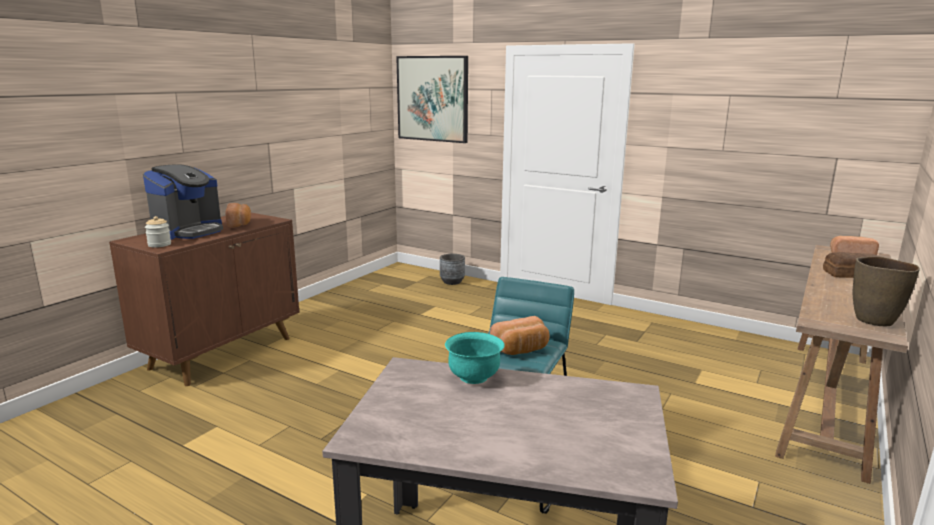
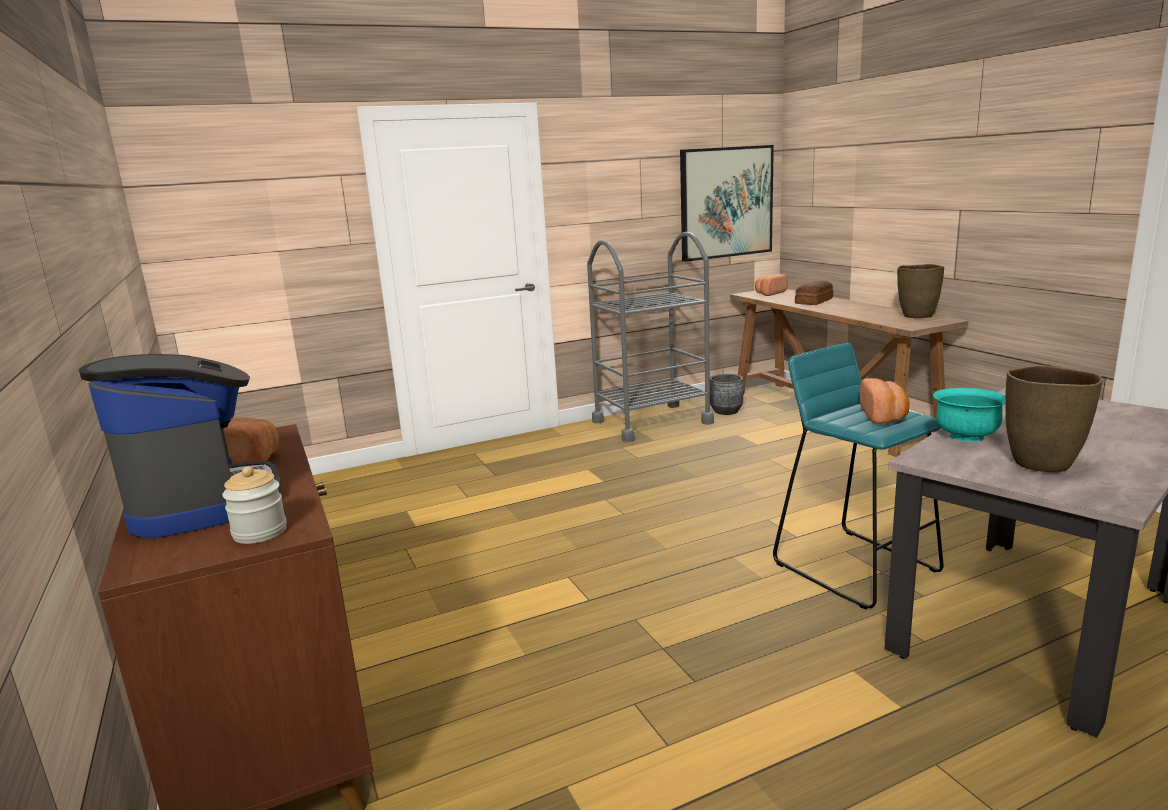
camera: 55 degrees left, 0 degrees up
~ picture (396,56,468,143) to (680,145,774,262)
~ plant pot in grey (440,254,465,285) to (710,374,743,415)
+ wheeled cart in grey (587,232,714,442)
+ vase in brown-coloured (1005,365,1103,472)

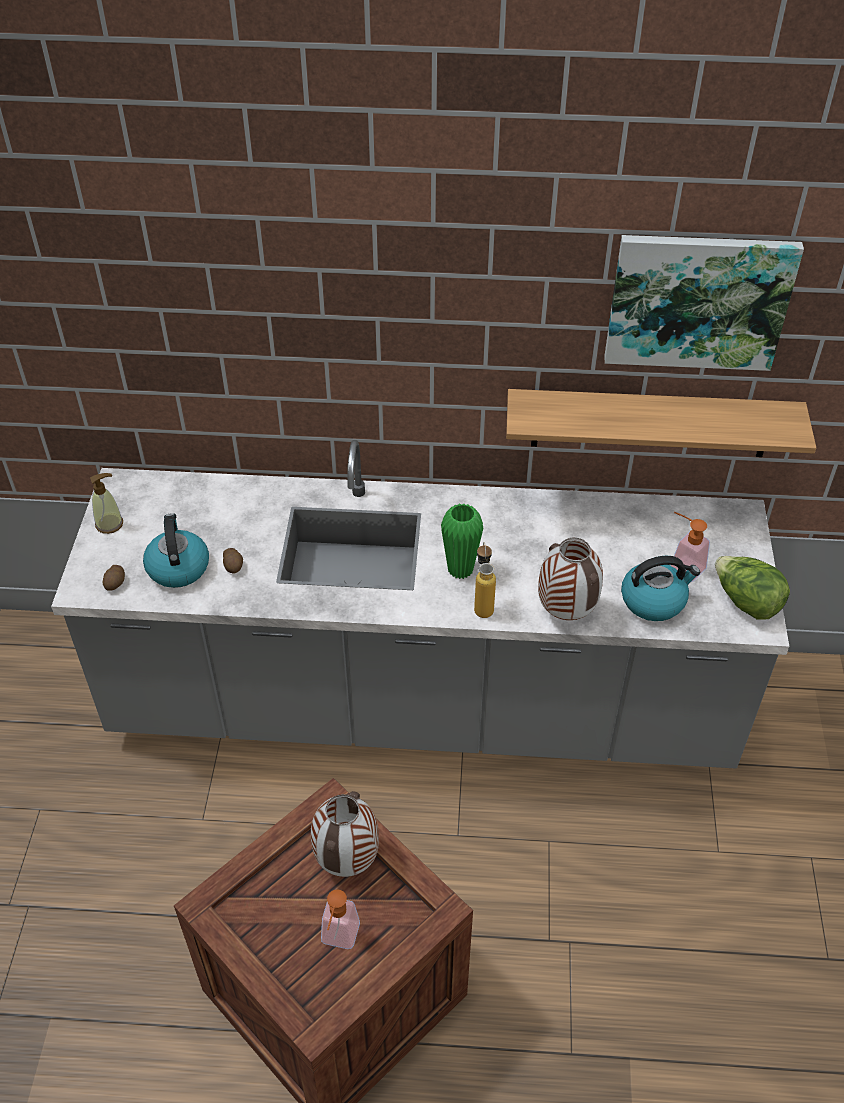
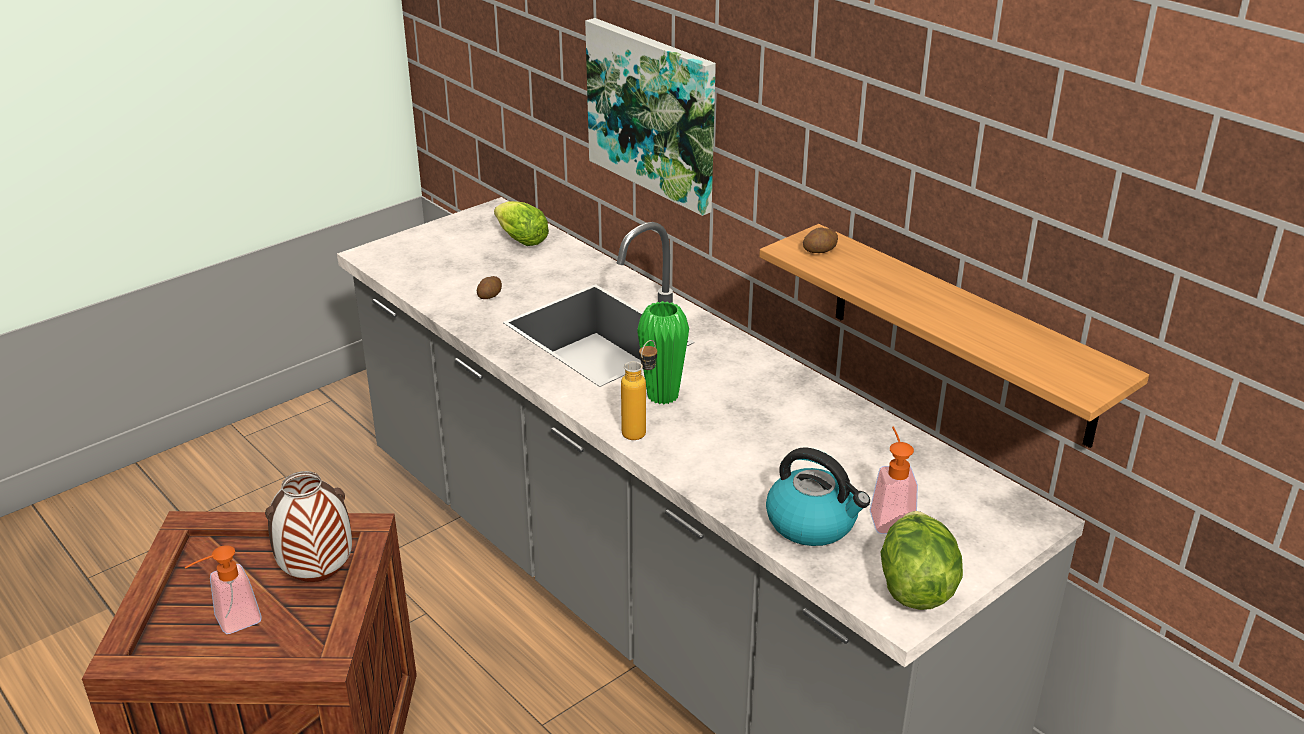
camera: 45 degrees right, 15 degrees down
- liquid soap bottle (90,473,123,534)
~ potato (103,565,125,591) to (803,228,838,253)
- water kettle (143,513,209,588)
- vase (538,538,603,620)
~ picture (604,235,804,371) to (585,18,716,216)
+ lettuce (494,201,549,246)

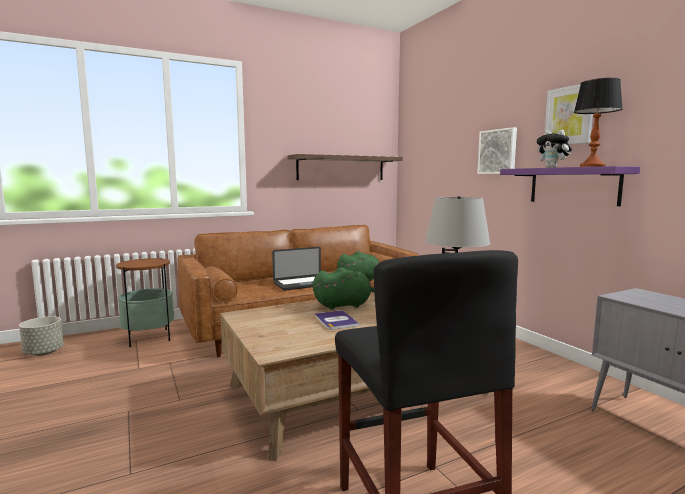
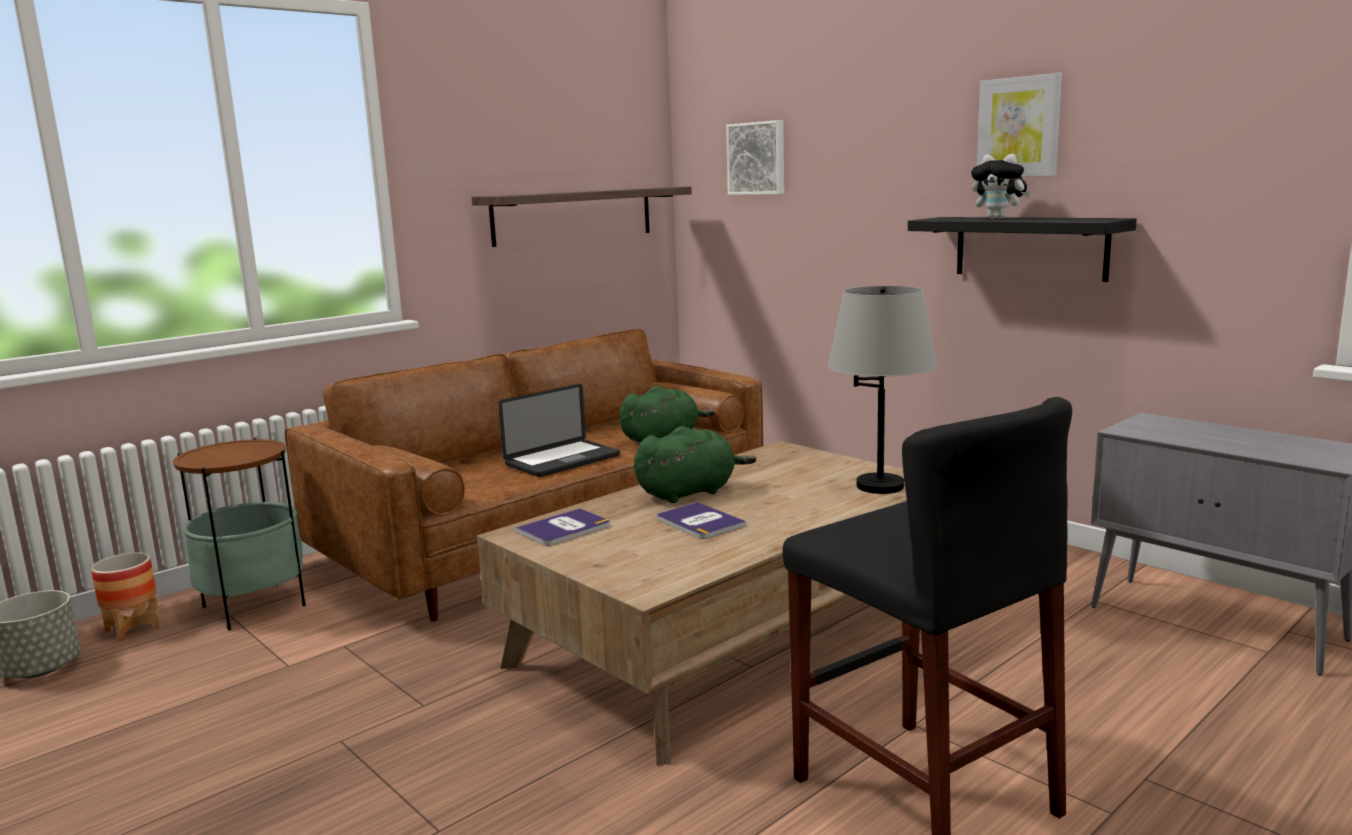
camera: 15 degrees left, 5 degrees up
~ picture (477,127,517,174) to (726,120,784,195)
~ wall shelf in purple (500,166,640,206) to wall shelf in blackish (908,217,1137,282)
- tabletop lamp (574,78,623,167)
+ plant pot (91,552,161,641)
+ book (516,508,610,546)

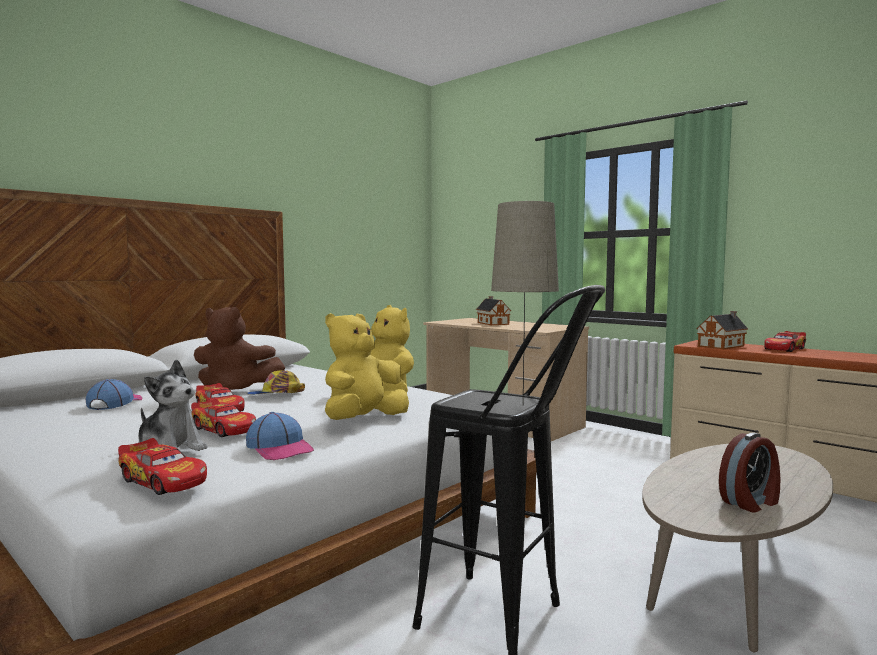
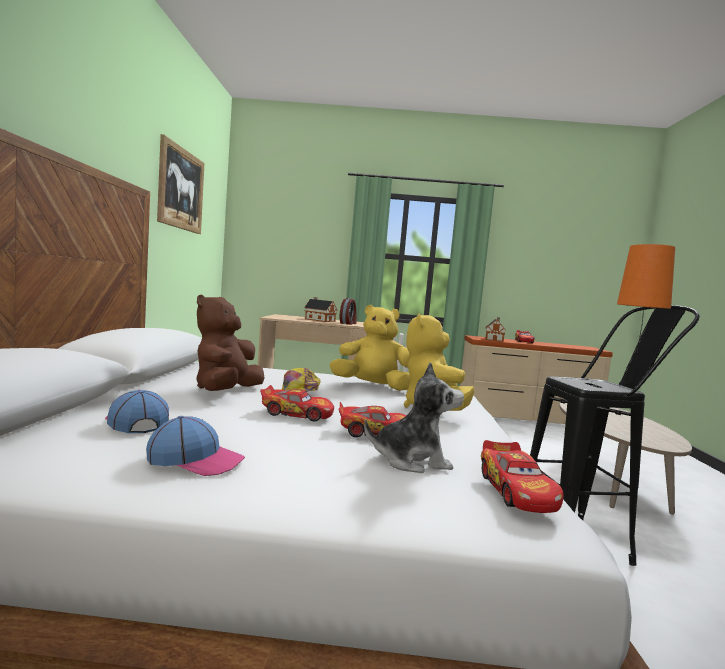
camera: 40 degrees left, 0 degrees up
~ toy car (118,438,207,495) = (481,440,563,513) 90 degrees clockwise
~ soft toy in brown-coloured (194,307,285,390) = (197,294,264,391) 135 degrees clockwise
~ peaked cap (246,412,314,460) to (146,416,245,476)
~ tabletop lamp in sand-coloured (491,201,559,398) to tabletop lamp in orangey (617,244,675,386)
~ bedside clock (719,433,780,513) to (340,298,357,325)
+ picture (157,134,204,234)

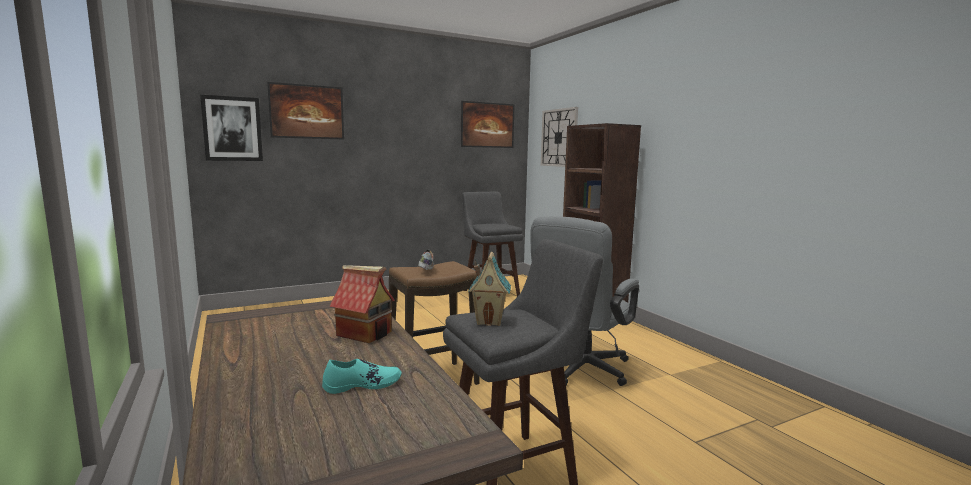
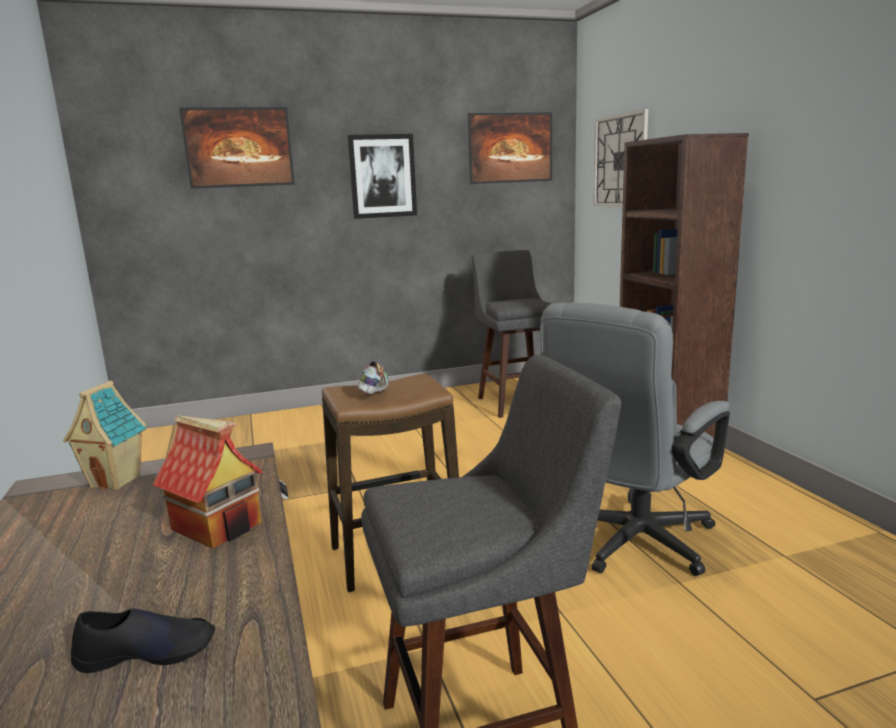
camera: 10 degrees right, 5 degrees up
~ picture (200,95,263,161) to (347,134,417,219)
~ low shoe in turquoise (322,359,402,394) to low shoe in blackish (71,608,215,673)
~ model house (468,252,511,326) to (63,381,147,490)

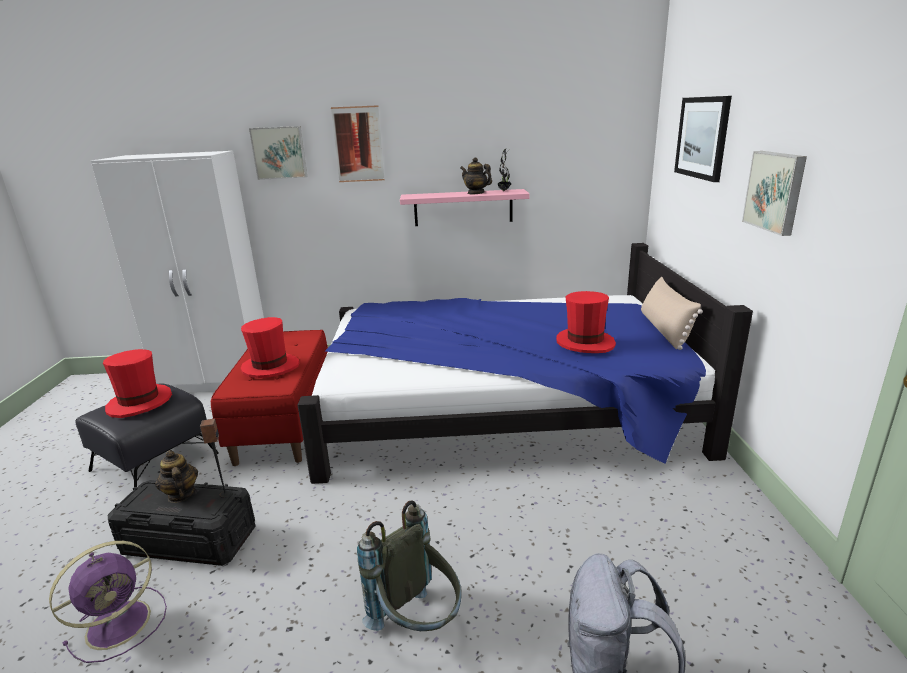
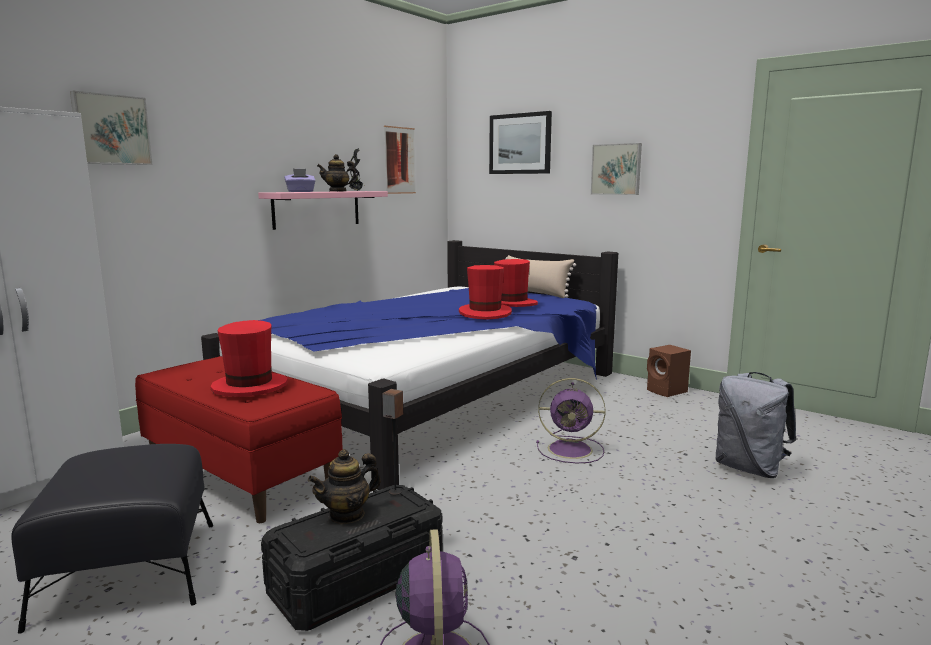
camera: 50 degrees left, 10 degrees down
~ wearable hat in red-coloured (103,349,172,418) to (459,265,512,320)
~ pot for tea (155,450,198,503) = (308,449,381,524) 45 degrees counterclockwise
~ picture (331,105,385,182) to (384,126,416,194)
- backpack in grey (357,500,461,631)
+ tissue holder in purple (284,169,315,192)
+ fan in purple (536,378,606,463)
+ audio speaker in brown-coloured (647,345,691,397)

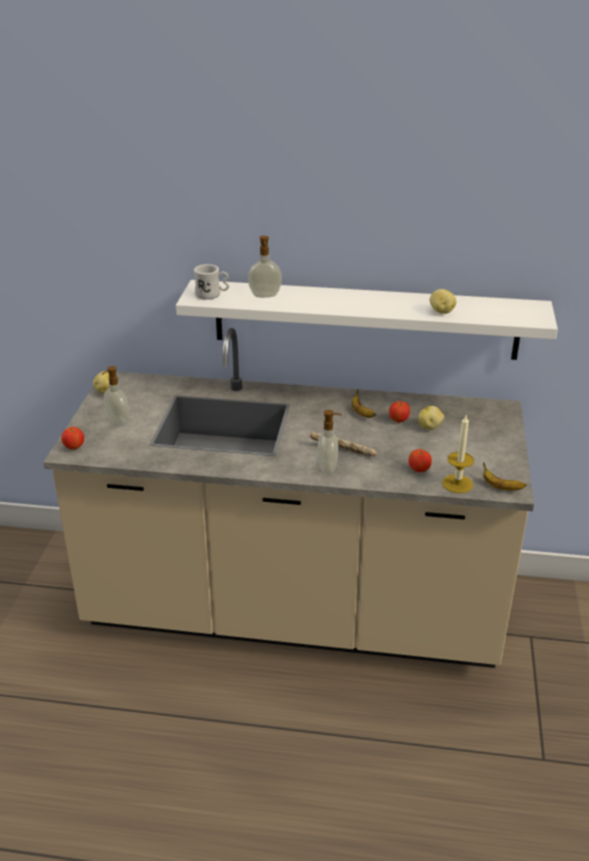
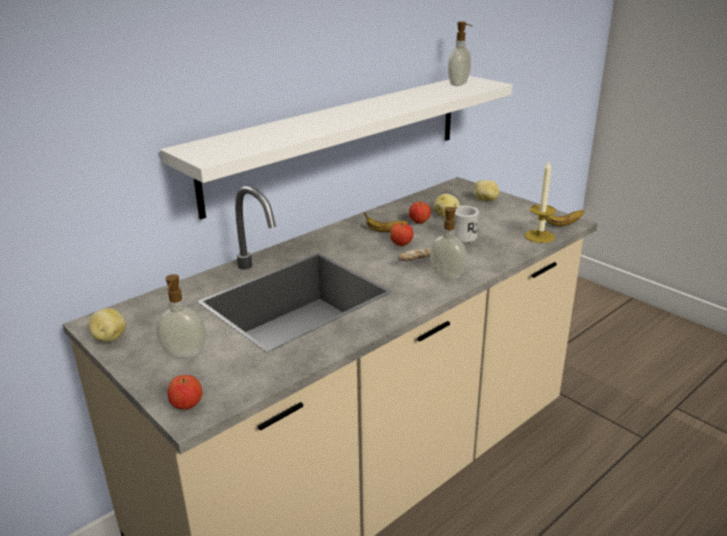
camera: 50 degrees left, 5 degrees down
~ coffee mug in white-coloured (194,264,229,300) to (454,206,479,243)
~ liquid soap bottle (248,236,282,298) to (448,22,472,86)
~ apple fruit (409,449,432,472) to (390,223,413,246)
~ potato (430,289,456,314) to (473,180,499,201)

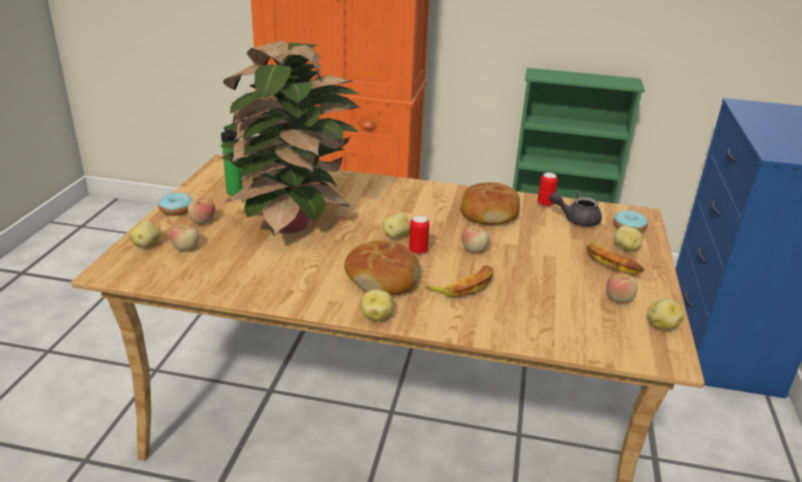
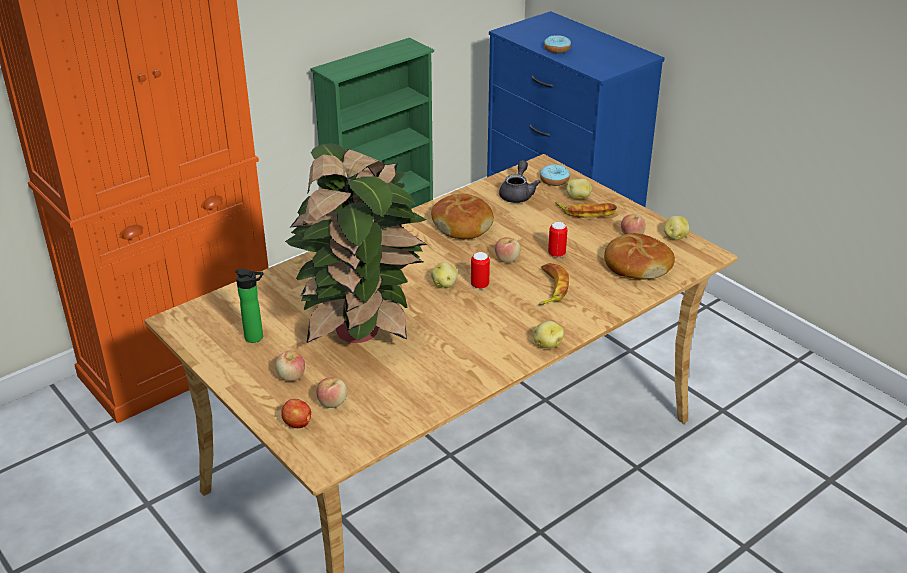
camera: 50 degrees left, 5 degrees up
~ potato (129,221,161,248) to apple fruit (281,399,311,428)
~ doughnut (158,192,193,216) to (544,35,571,53)
~ bread (344,240,420,295) to (604,233,675,280)
~ sealed can (537,173,558,207) to (548,222,567,258)
~ pot for tea in grey (550,191,602,227) = (499,160,540,203) 150 degrees clockwise

